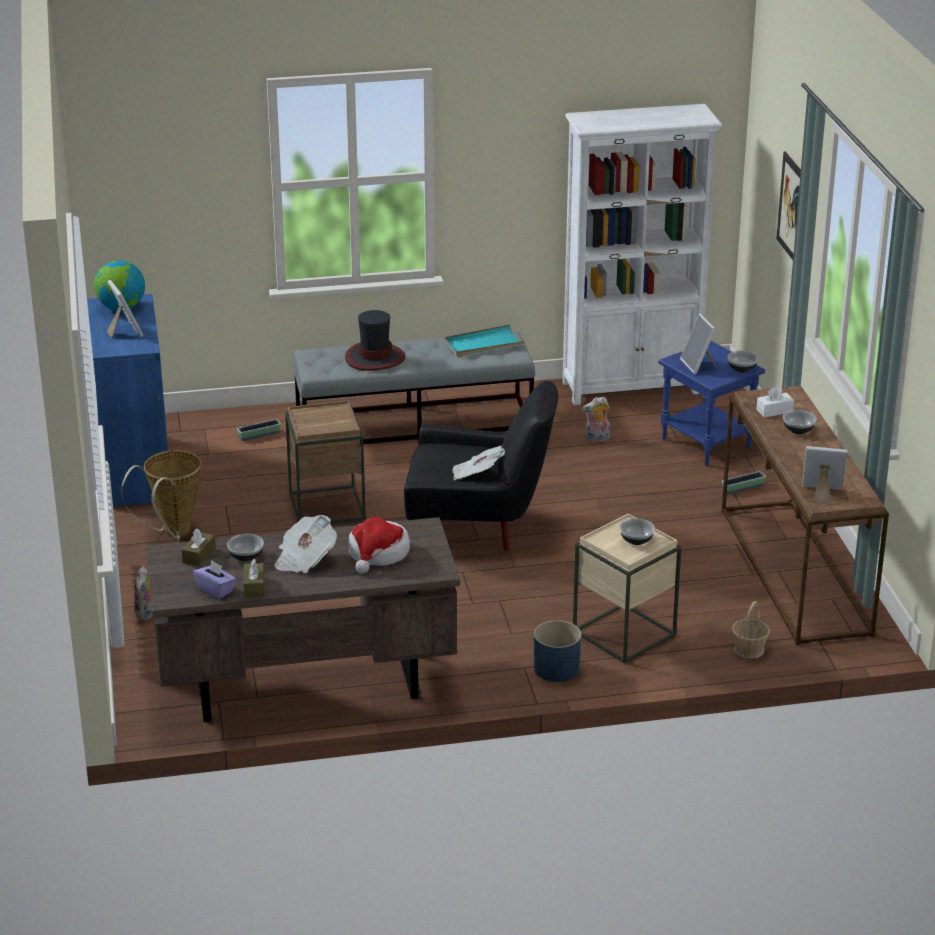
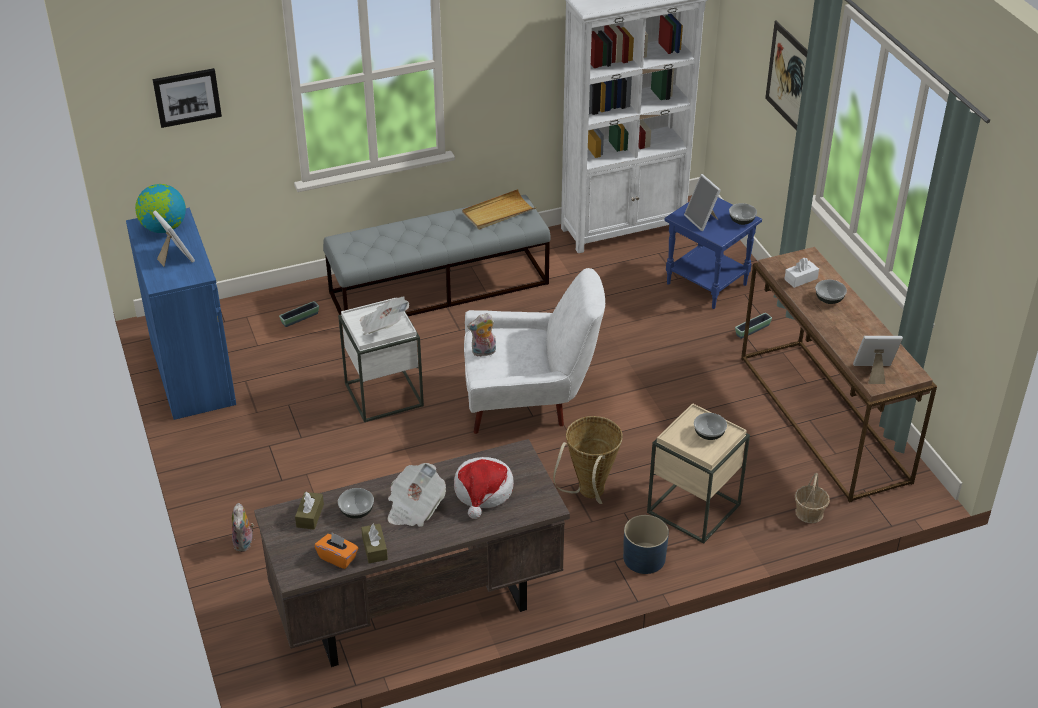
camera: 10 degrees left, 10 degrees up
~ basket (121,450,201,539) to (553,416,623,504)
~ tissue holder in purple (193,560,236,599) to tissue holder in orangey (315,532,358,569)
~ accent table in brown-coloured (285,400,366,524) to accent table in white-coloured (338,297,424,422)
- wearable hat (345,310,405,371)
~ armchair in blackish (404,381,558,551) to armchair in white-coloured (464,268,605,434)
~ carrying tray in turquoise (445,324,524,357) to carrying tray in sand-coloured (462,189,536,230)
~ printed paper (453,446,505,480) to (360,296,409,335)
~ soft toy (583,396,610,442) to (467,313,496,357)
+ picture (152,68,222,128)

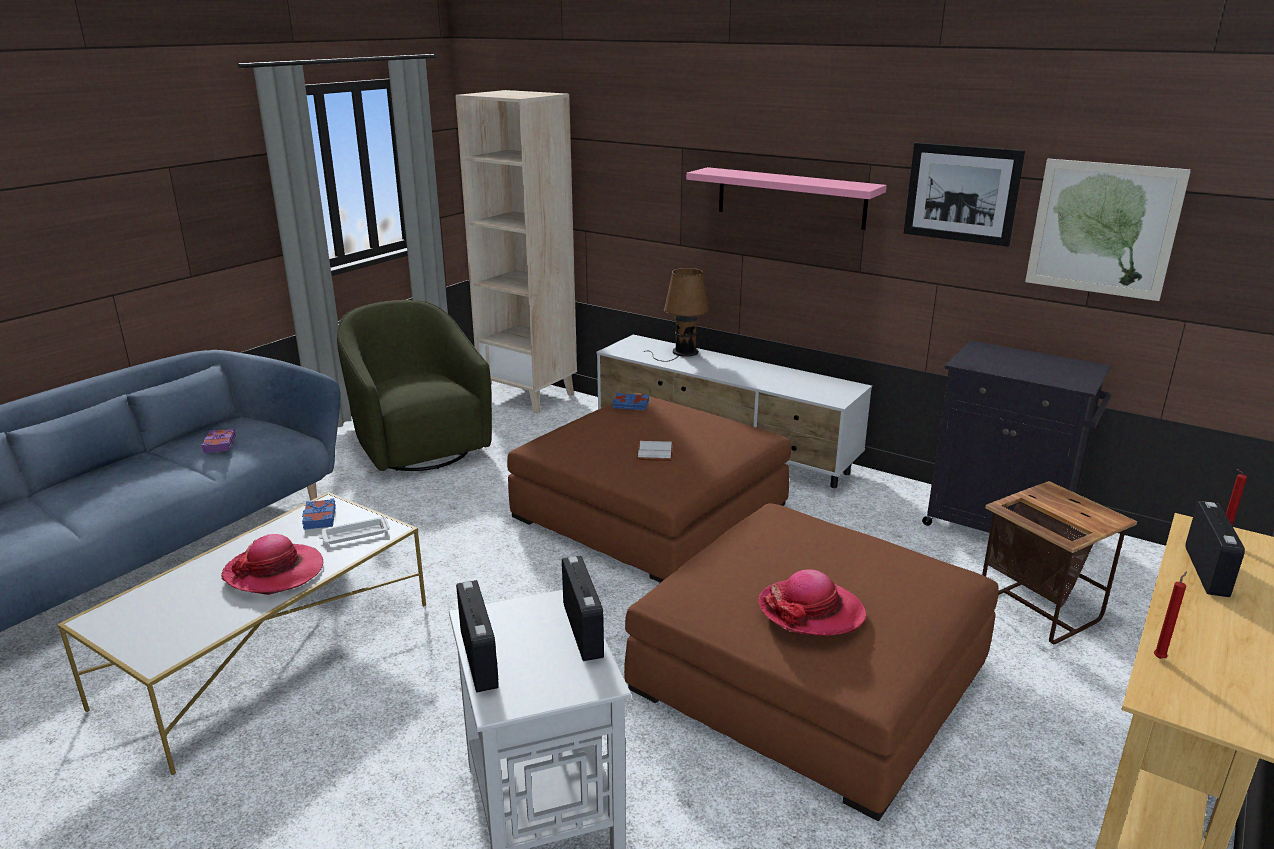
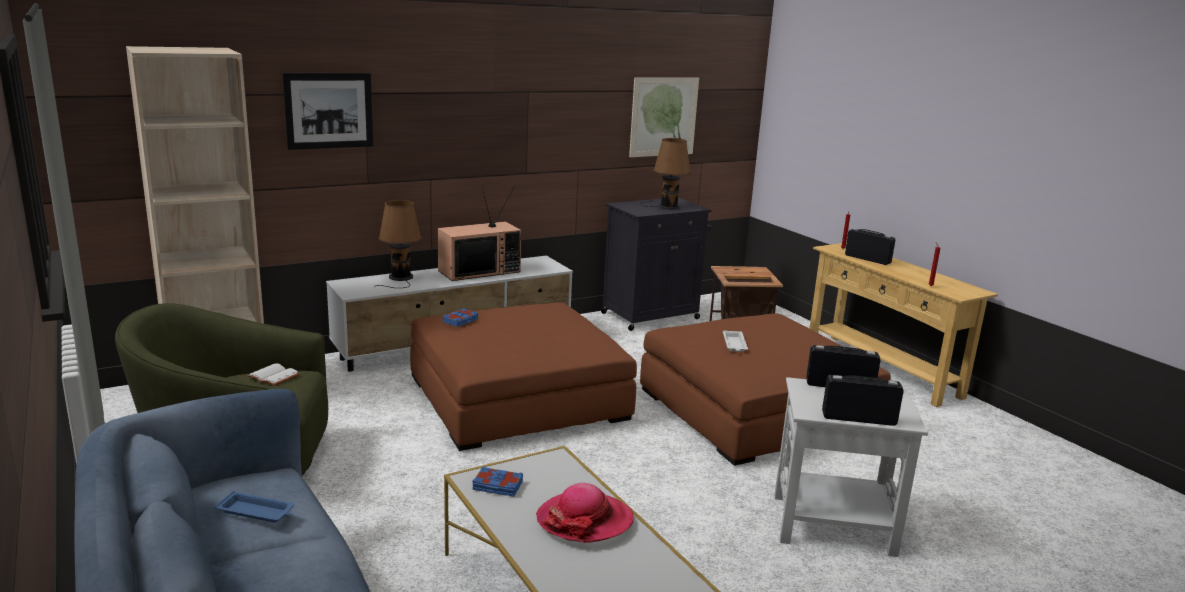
camera: 65 degrees left, 5 degrees down
~ book in purple (202,428,236,453) to carrying tray in blue (215,491,294,522)
~ carrying tray in white-coloured (319,516,390,544) to (723,331,748,352)
~ book in white-coloured (637,441,673,461) to (247,363,300,386)
- wall shelf in pink-coloured (686,167,887,230)
- wearable hat (758,569,867,636)
~ picture (904,142,1025,247) to (282,73,373,150)
+ TV set (438,184,521,281)
+ tabletop lamp in brown-coloured (640,138,691,210)

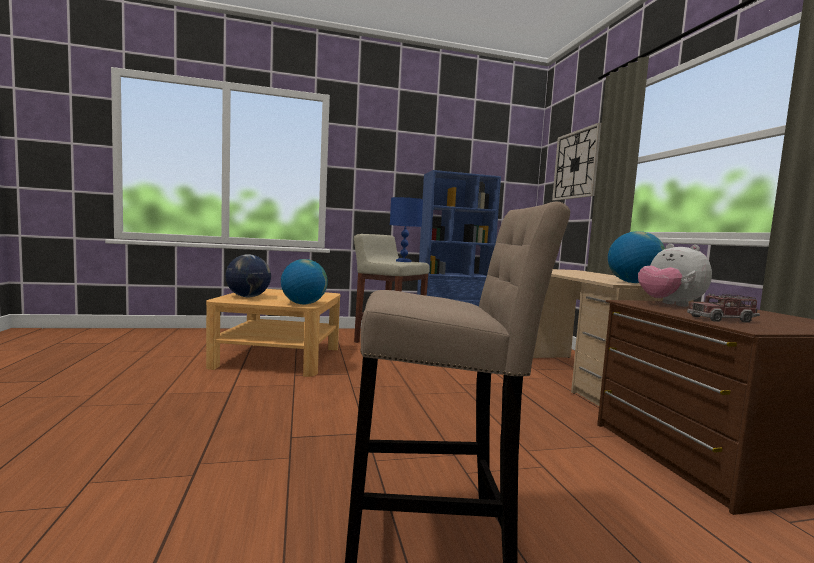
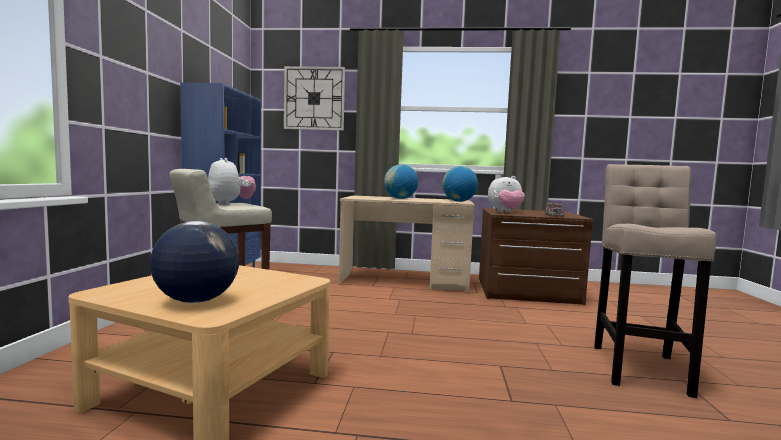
camera: 70 degrees left, 0 degrees up
~ globe (281,259,328,304) to (384,164,418,199)
~ tabletop lamp in blue (390,197,423,262) to soft toy (208,158,256,205)

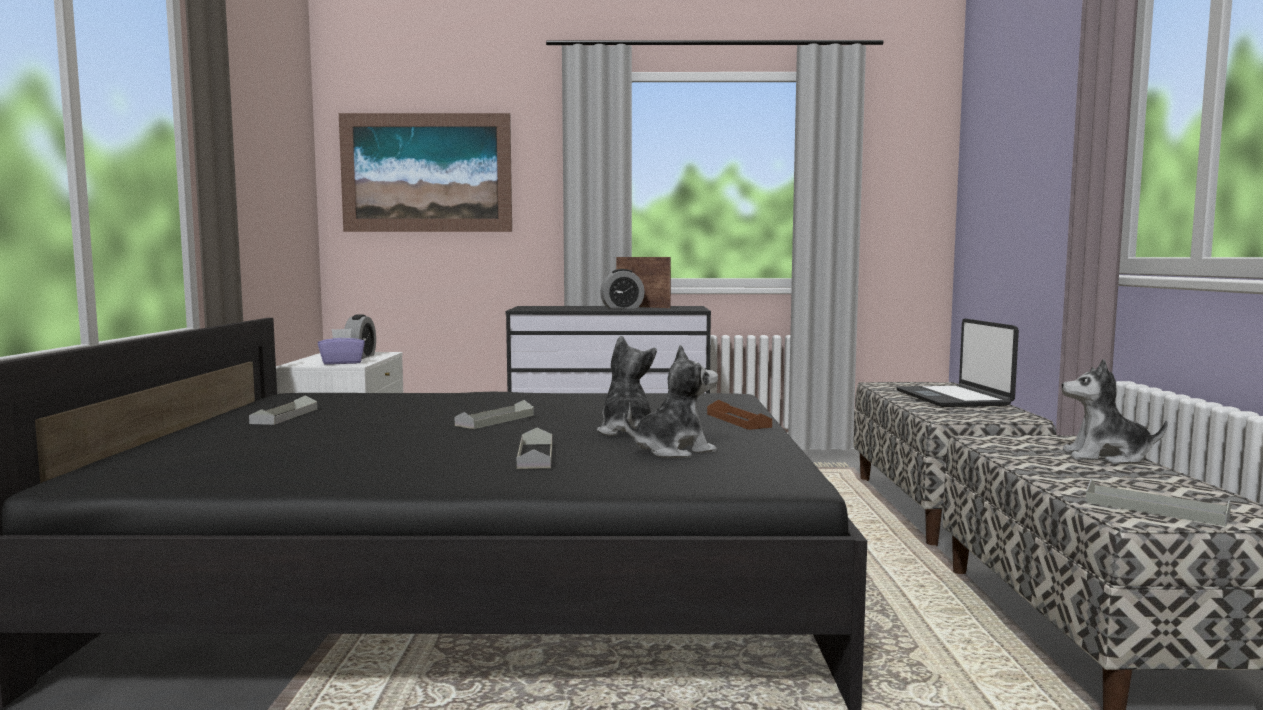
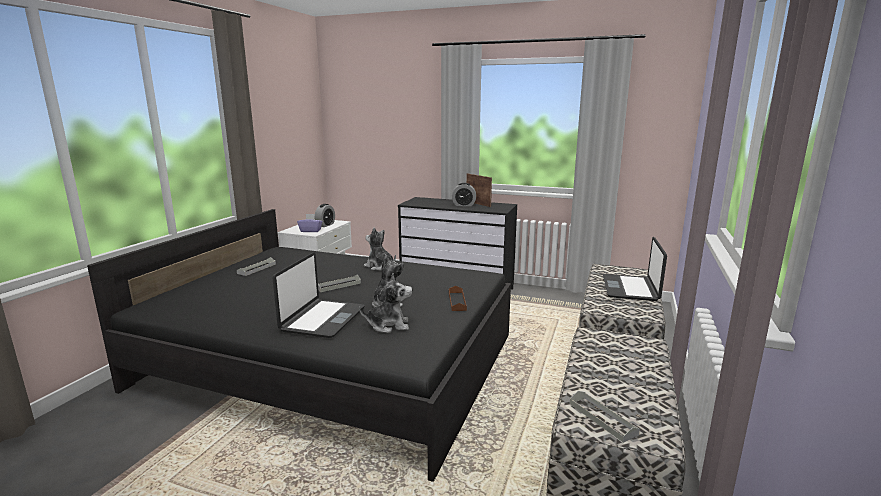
camera: 20 degrees right, 10 degrees up
- picture (339,113,512,232)
~ carrying tray in grey (517,428,552,469) to portable computer (273,252,364,338)
~ soft toy (1062,359,1168,464) to (364,228,396,271)

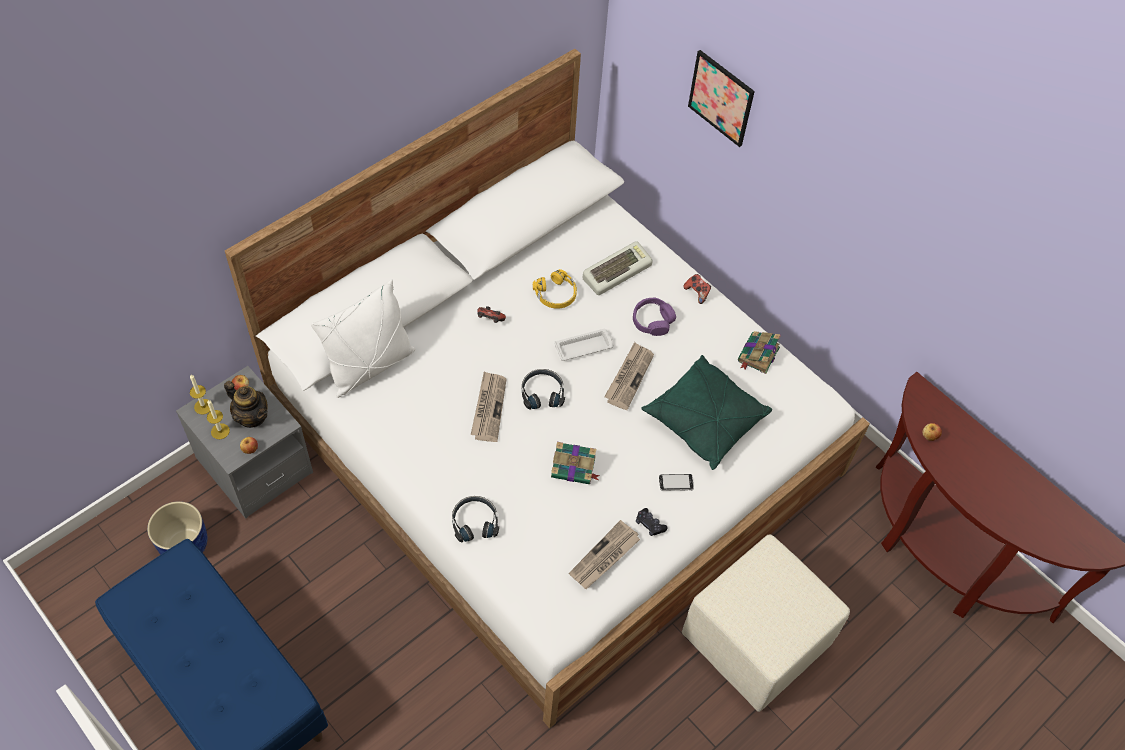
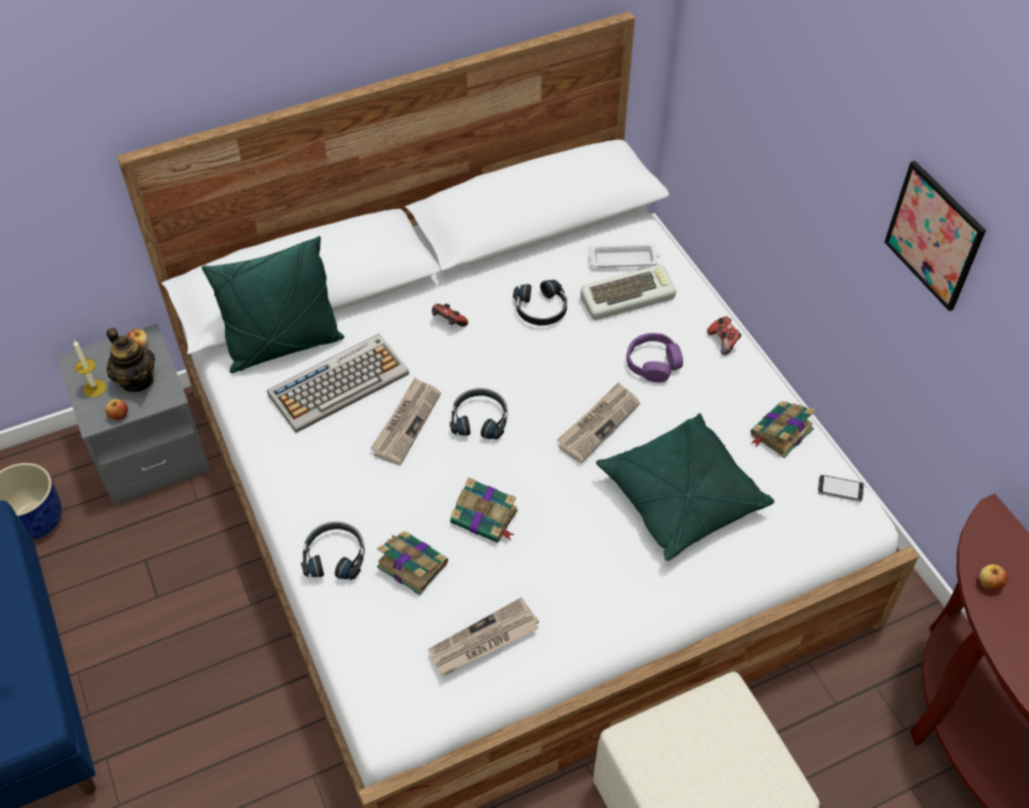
camera: 20 degrees right, 5 degrees down
- candle (190,375,210,415)
~ pillow in white-coloured (311,279,416,398) to pillow in green (202,236,344,373)
~ pair of headphones in yellow (533,269,577,309) to pair of headphones in blackish (513,279,567,326)
~ carrying tray in white-coloured (554,329,614,361) to (589,243,660,268)
- gamepad in blackish (636,508,668,536)
~ telephone (659,474,694,491) to (818,475,864,502)
~ picture (688,50,755,147) to (884,161,986,311)
+ keyboard (267,334,409,433)
+ book (377,531,448,596)

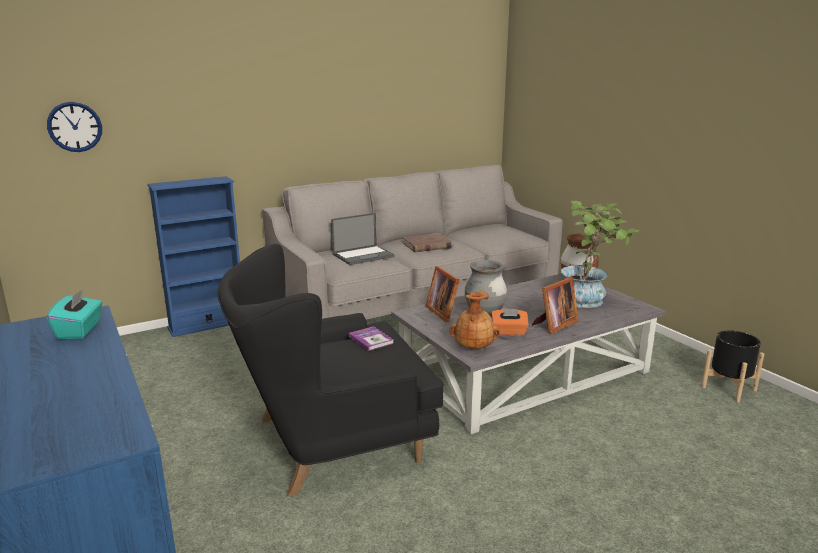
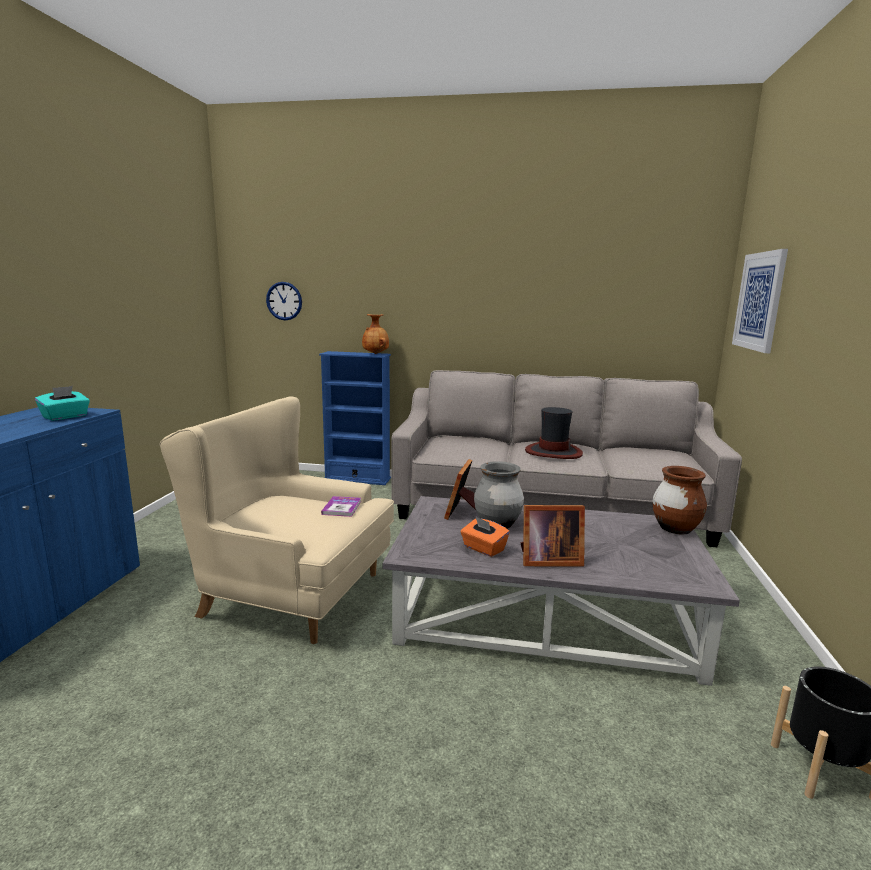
camera: 40 degrees right, 5 degrees down
~ armchair in blackish (218,244,444,497) to armchair in sand-coloured (159,397,394,644)
- portable computer (331,213,395,265)
~ book in brown-coloured (403,233,453,252) to wearable hat (525,407,583,459)
~ vase in brown-coloured (449,291,500,349) to (362,314,389,354)
- houseplant (561,201,639,308)
+ picture (732,249,788,353)

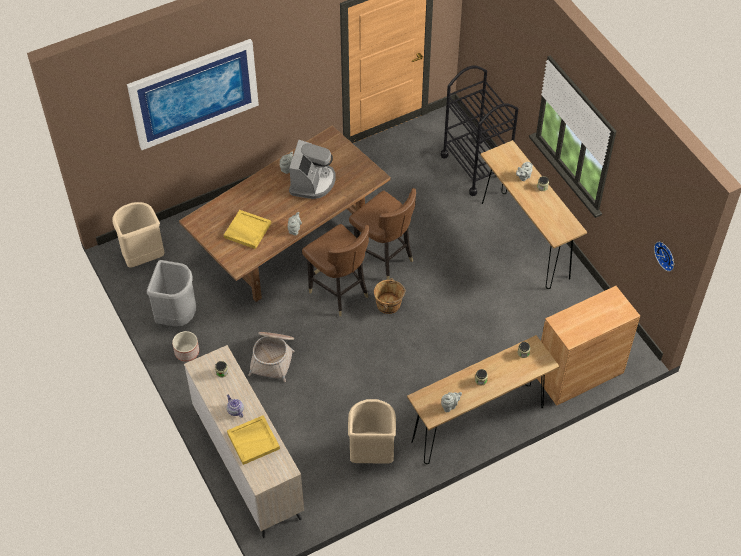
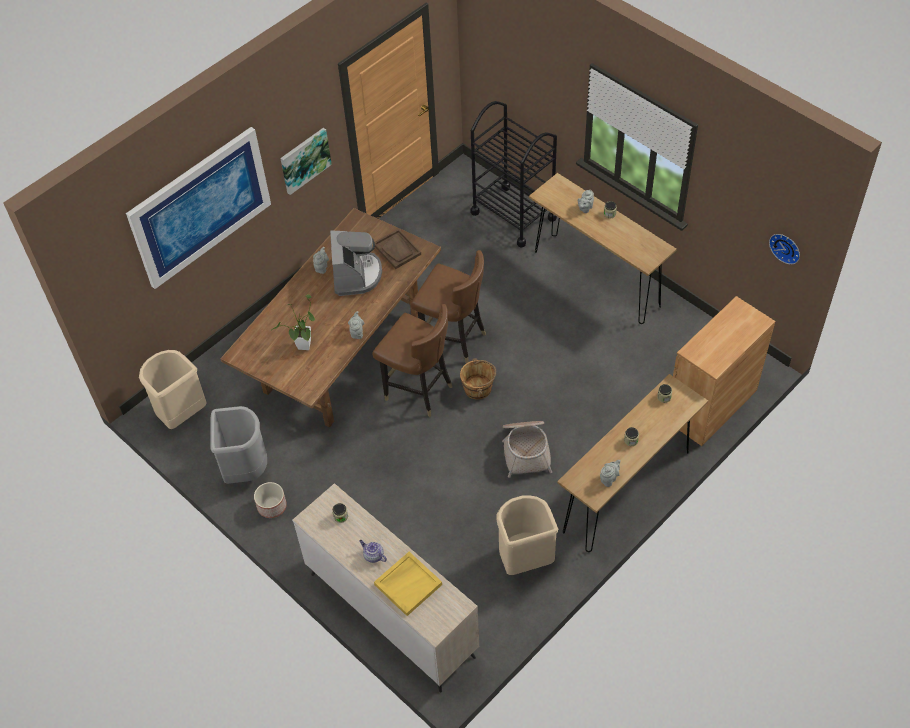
camera: 15 degrees left, 0 degrees up
~ carrying tray in yellow (224,210,271,249) to houseplant (270,294,315,350)
~ basket (248,332,294,382) to (502,421,552,478)
+ picture (280,128,332,195)
+ carrying tray in brown-coloured (375,229,421,269)

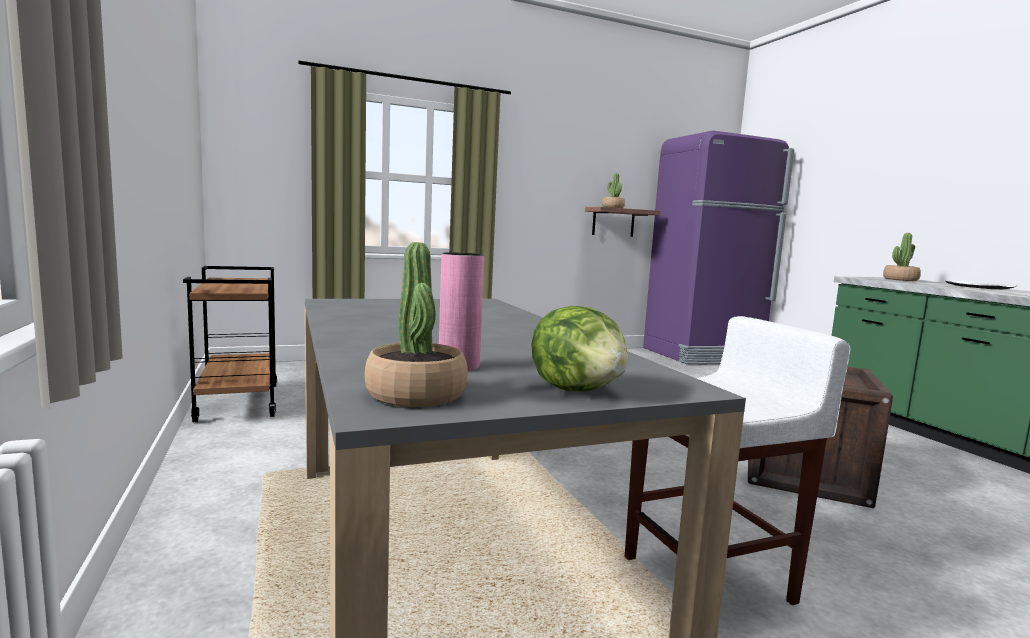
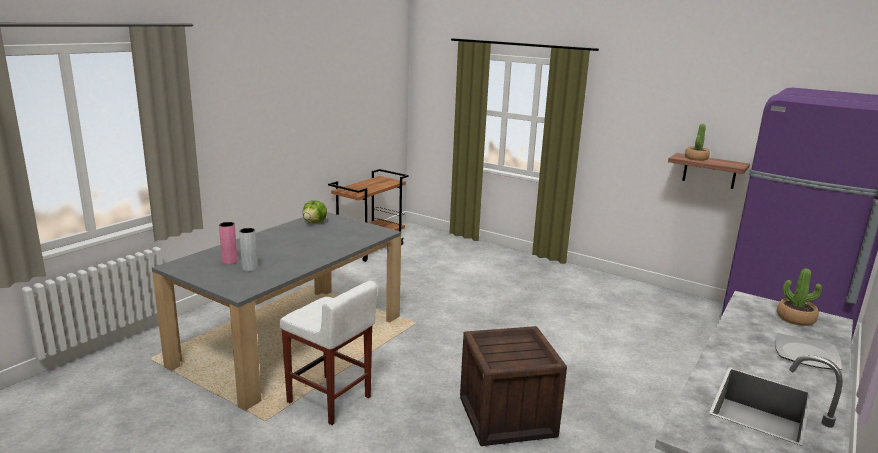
camera: 55 degrees right, 10 degrees up
- houseplant (365,242,468,407)
~ lettuce (531,306,628,391) to (303,200,327,223)
+ vase in grey (239,228,257,271)

